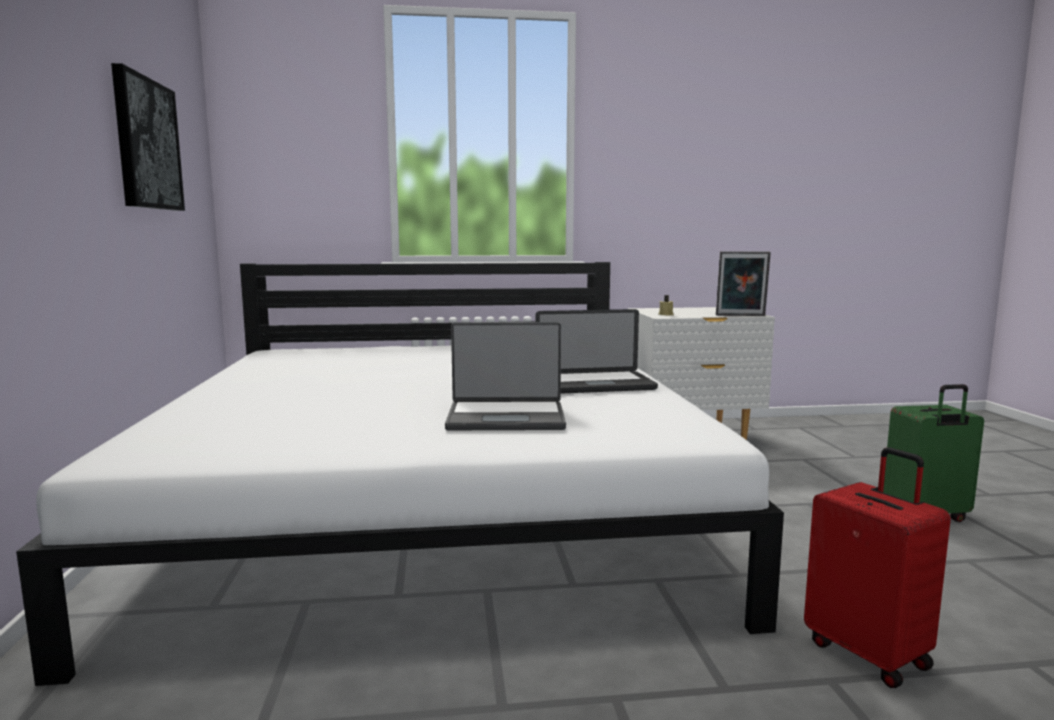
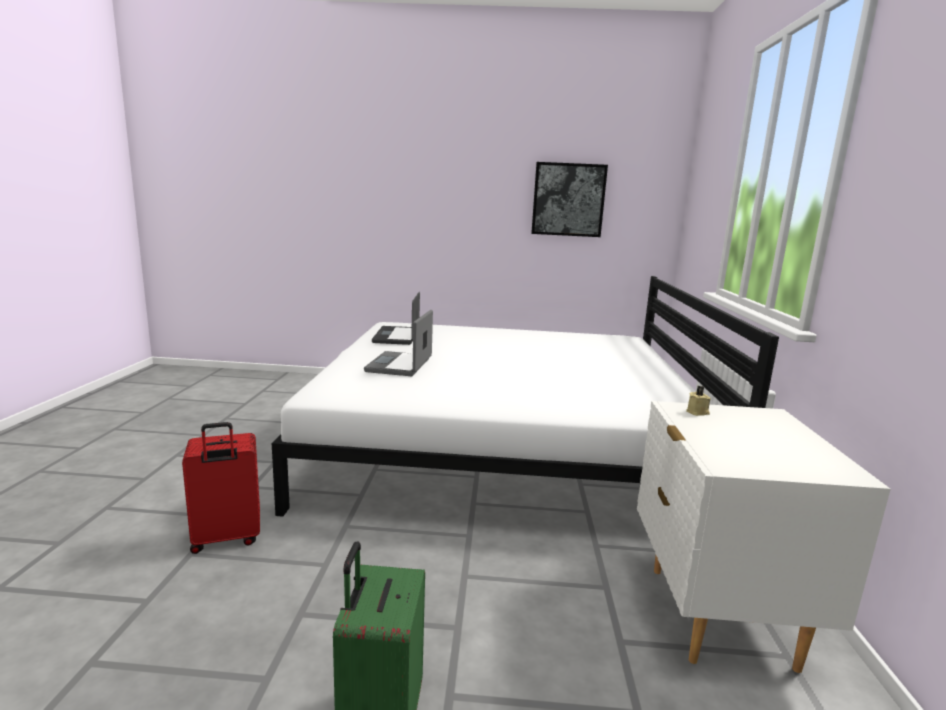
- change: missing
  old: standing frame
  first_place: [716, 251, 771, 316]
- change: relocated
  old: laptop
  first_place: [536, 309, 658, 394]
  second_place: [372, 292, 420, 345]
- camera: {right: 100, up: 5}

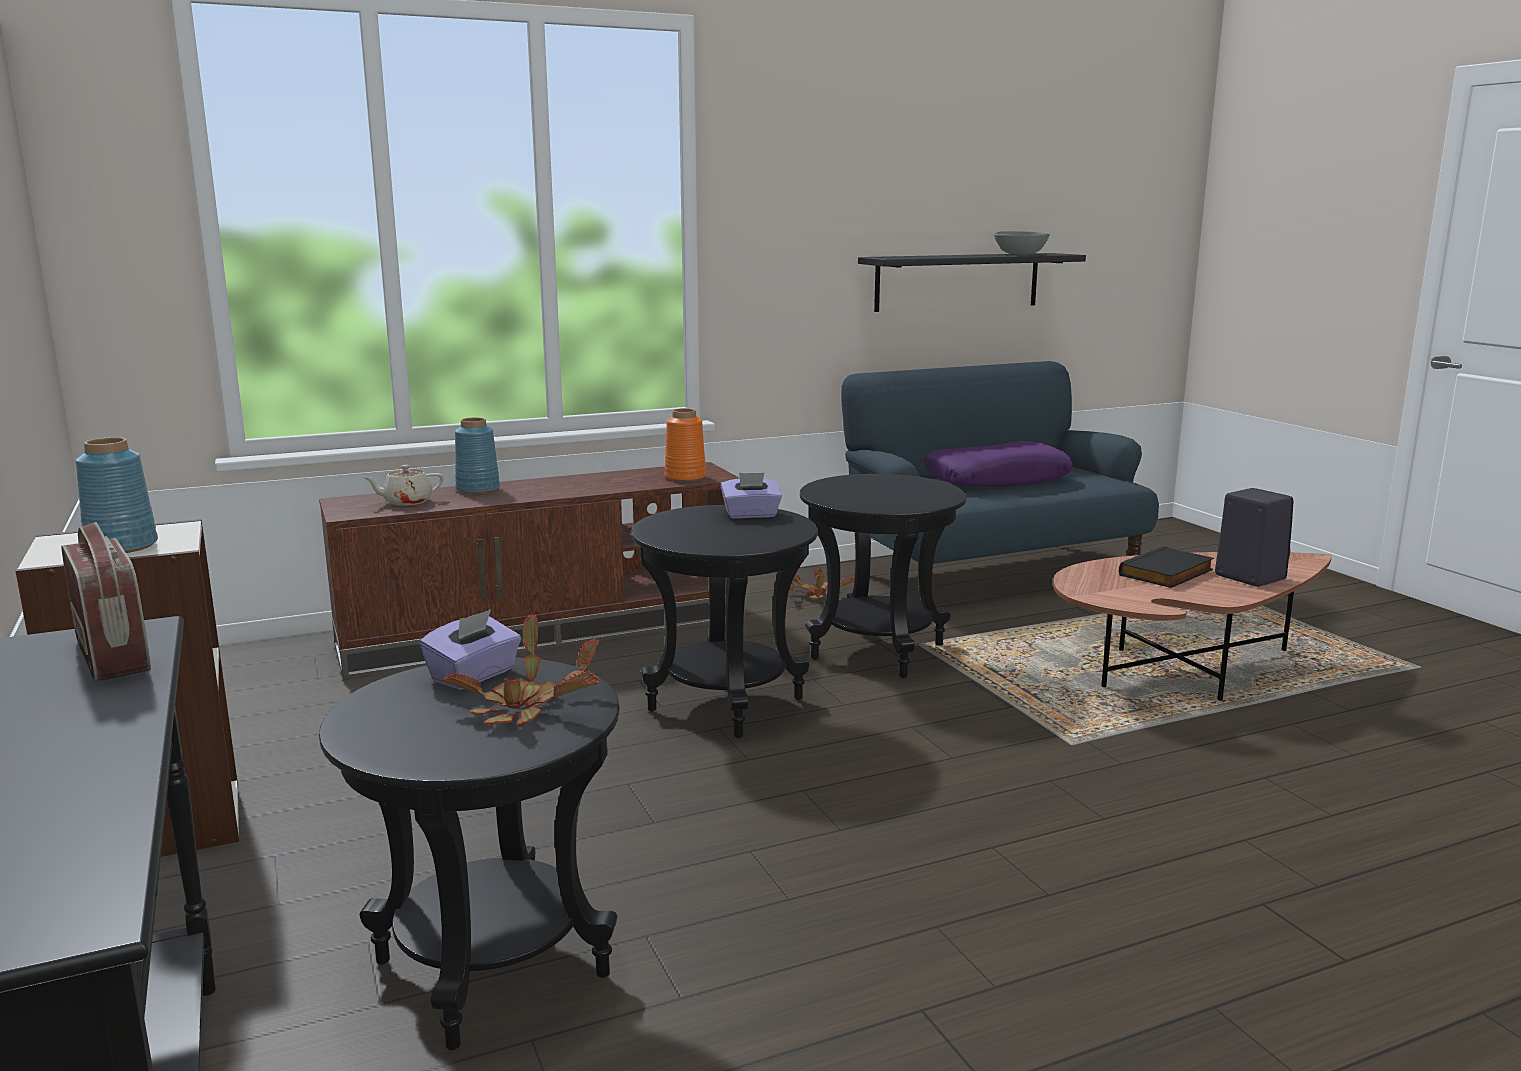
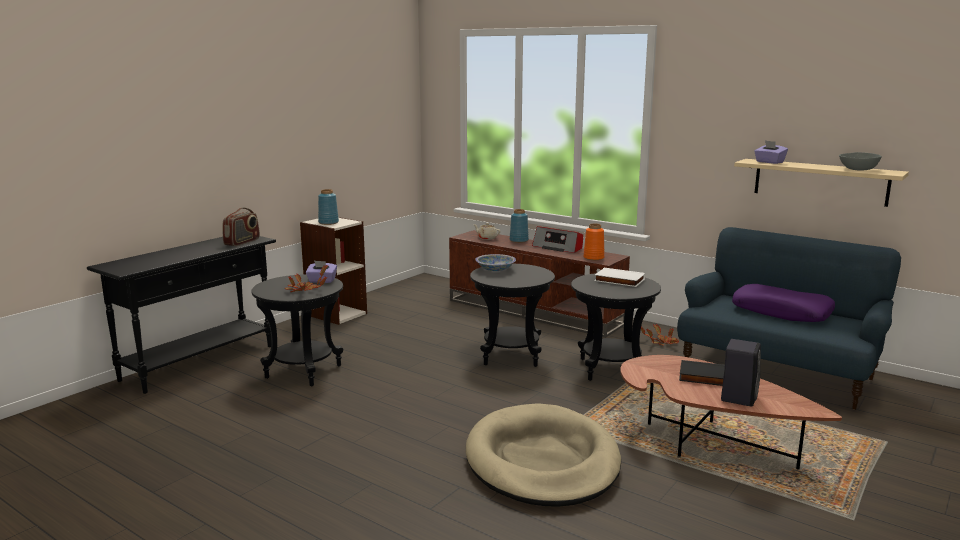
- change: colour
  old: black bracket shelf
  new: beige bracket shelf
  first_place: [858, 253, 1086, 312]
  second_place: [734, 159, 909, 207]
- change: relocated
  old: purplish tissue holder
  first_place: [721, 473, 782, 519]
  second_place: [754, 140, 788, 164]
- change: appeared
  new: radio set
  second_place: [532, 226, 583, 253]
- change: appeared
  new: serving bowl
  second_place: [475, 254, 516, 271]
- change: appeared
  new: white volume
  second_place: [594, 268, 645, 287]
- change: appeared
  new: beige dog cushion
  second_place: [466, 403, 621, 507]
- camera: {right: 60, up: 0}

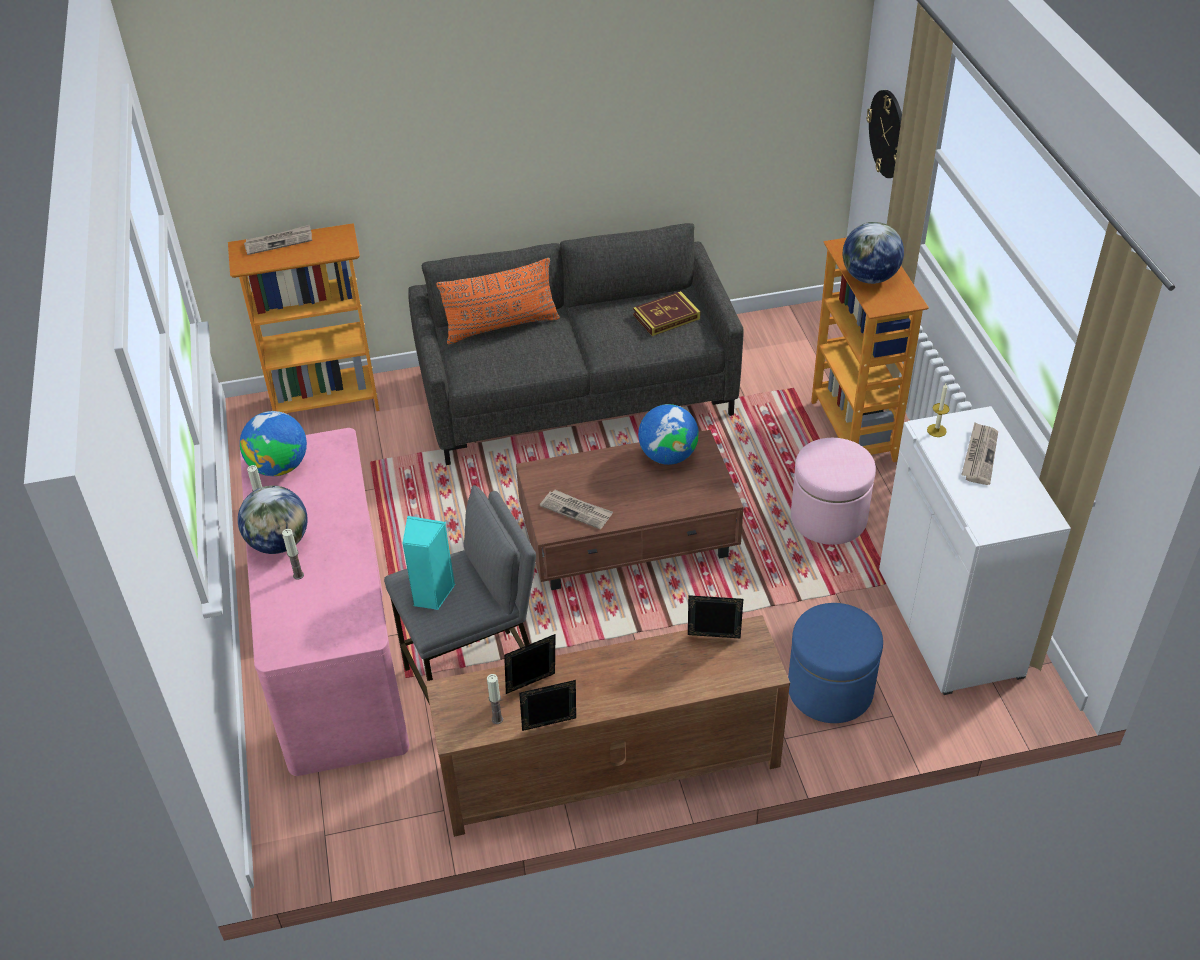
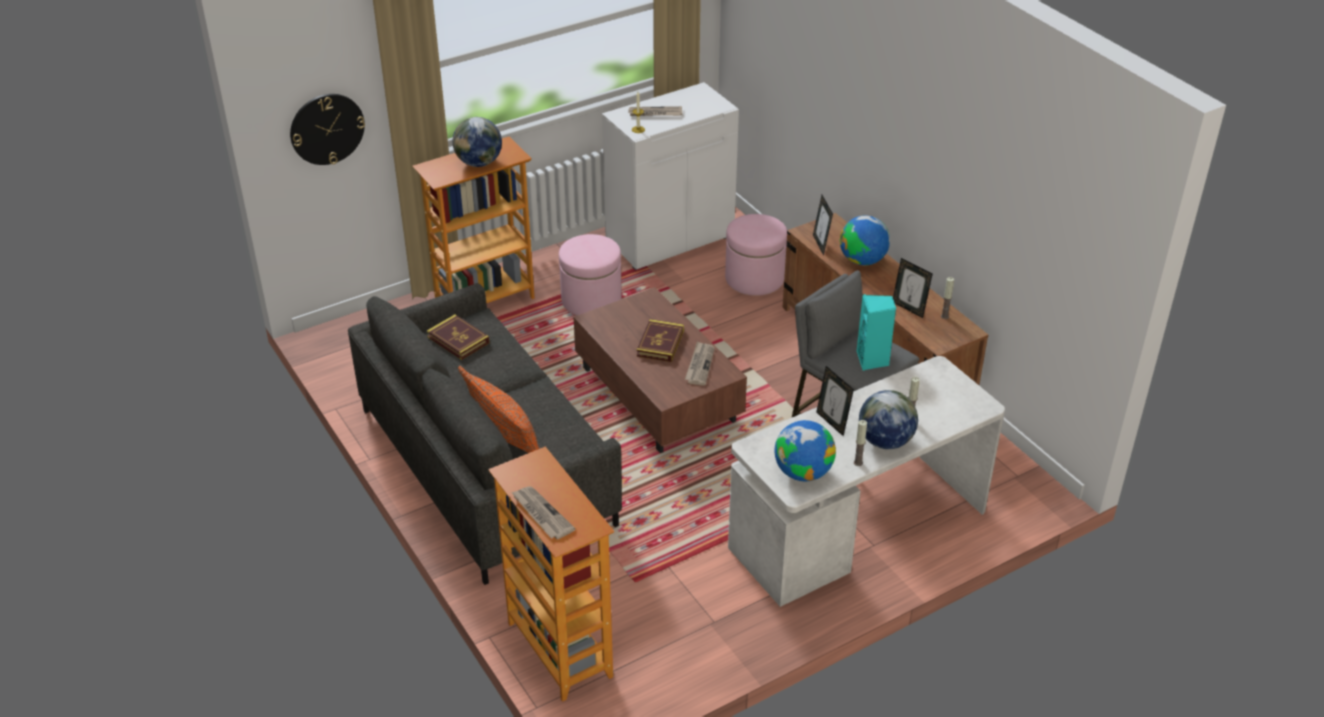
- change: relocated
  old: world globe
  first_place: [638, 404, 699, 465]
  second_place: [840, 216, 890, 265]
- change: colour
  old: pink-coloured desk
  new: white desk
  first_place: [240, 428, 409, 776]
  second_place: [728, 356, 1005, 607]
- change: colour
  old: bluish pouffe
  new: pink-coloured pouffe
  first_place: [788, 603, 883, 723]
  second_place: [725, 214, 787, 296]
- change: relocated
  old: standing frame
  first_place: [519, 680, 576, 731]
  second_place: [816, 366, 854, 436]
- change: appeared
  new: volume
  second_place: [637, 319, 684, 362]
- camera: {right: -110, up: -5}

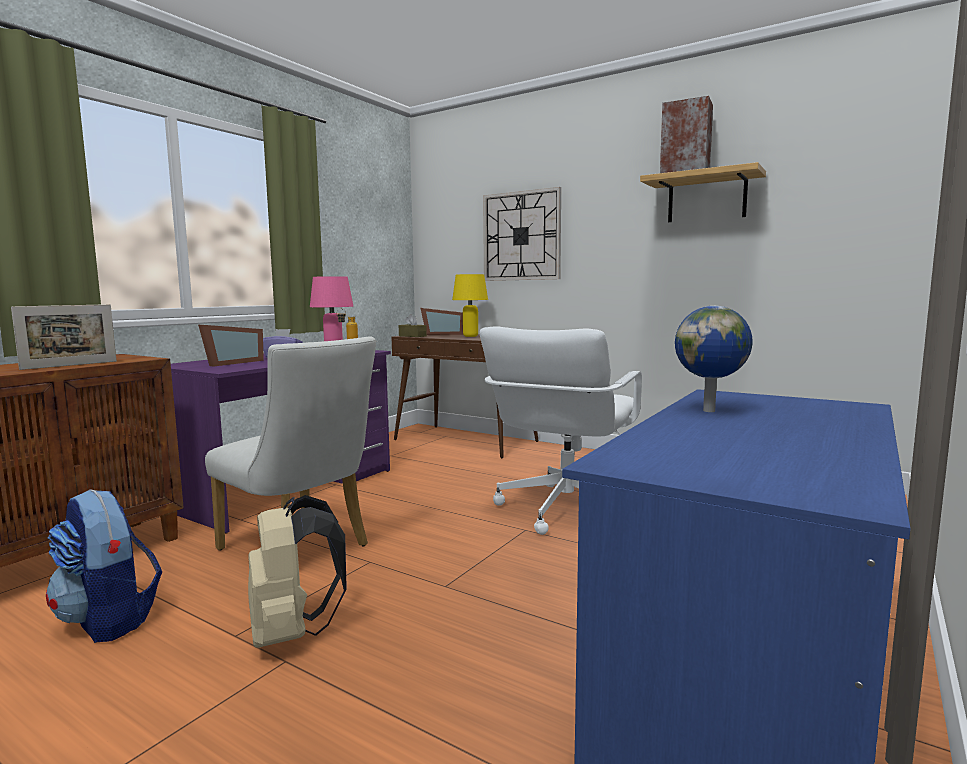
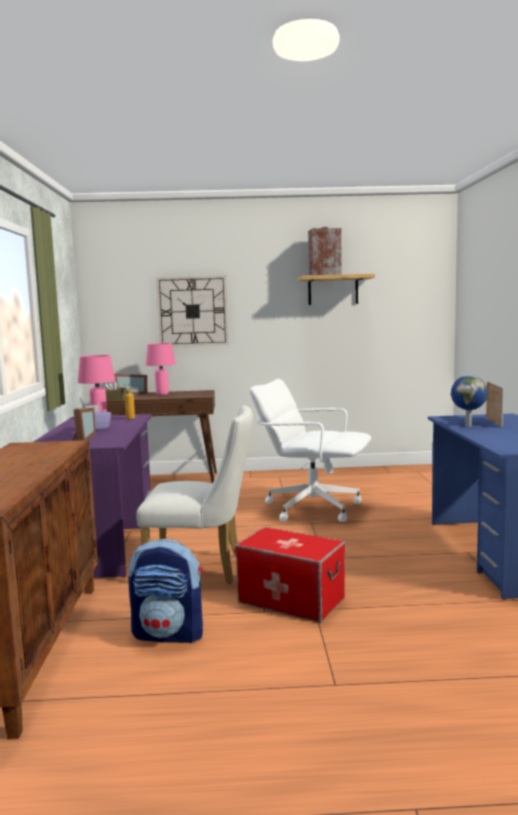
- change: colour
  old: yellowish tabletop lamp
  new: pink-coloured tabletop lamp
  first_place: [452, 274, 488, 337]
  second_place: [146, 343, 176, 395]
- change: relocated
  old: standing frame
  first_place: [11, 304, 117, 370]
  second_place: [486, 381, 504, 427]
- change: spun
  old: white computer chair
  first_place: [480, 326, 642, 535]
  second_place: [250, 379, 371, 522]
  degrees: 120
- change: exchanged
  old: beige backpack
  new: storage container
  first_place: [248, 495, 347, 648]
  second_place: [235, 527, 345, 623]
- camera: {right: -35, up: 0}

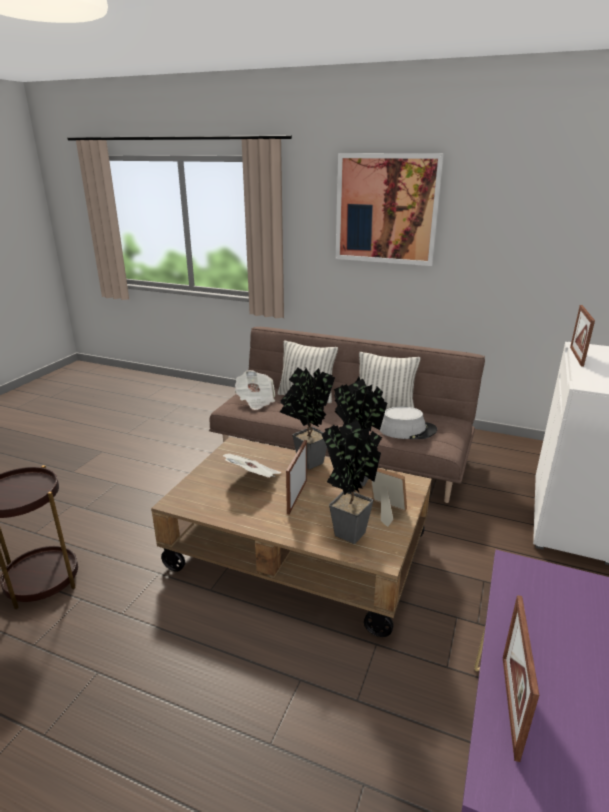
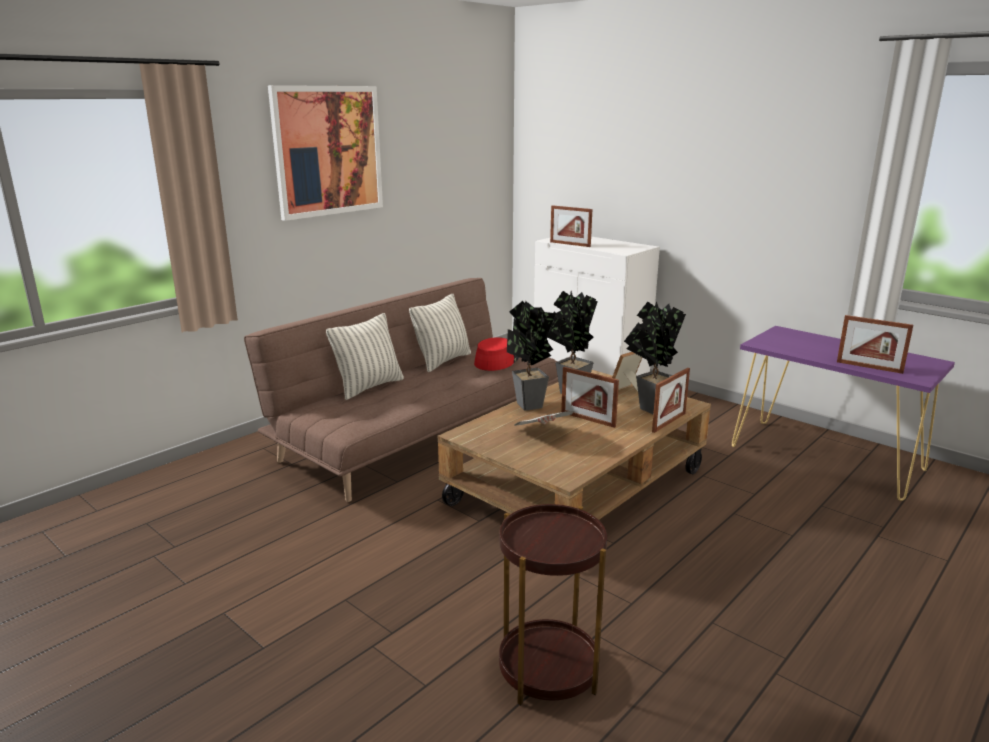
- change: missing
  old: newspaper
  first_place: [235, 370, 275, 410]
- change: colour
  old: greyish wearable hat
  new: reddish wearable hat
  first_place: [380, 406, 437, 439]
  second_place: [474, 337, 519, 371]
- change: appeared
  new: standing frame
  second_place: [652, 368, 690, 433]
- camera: {right: -70, up: -5}

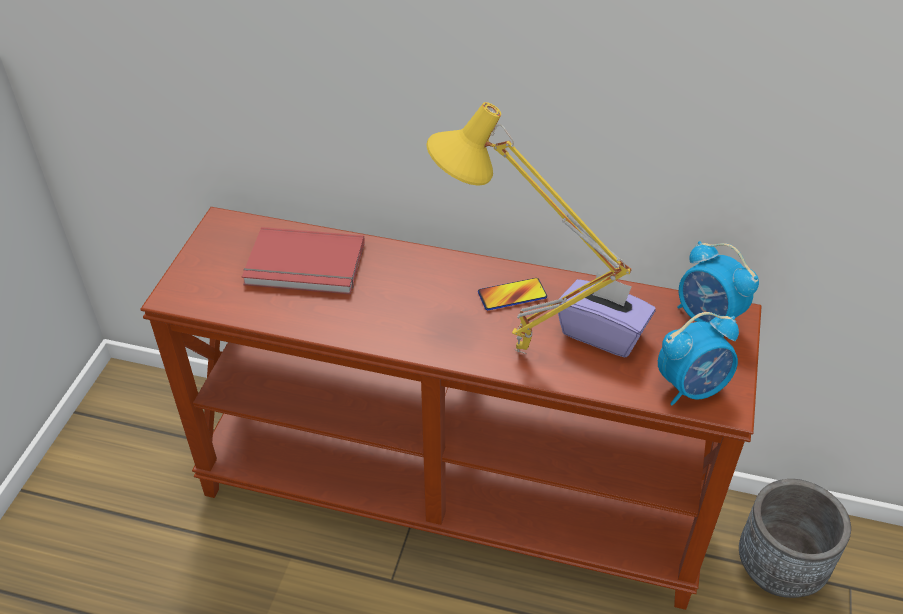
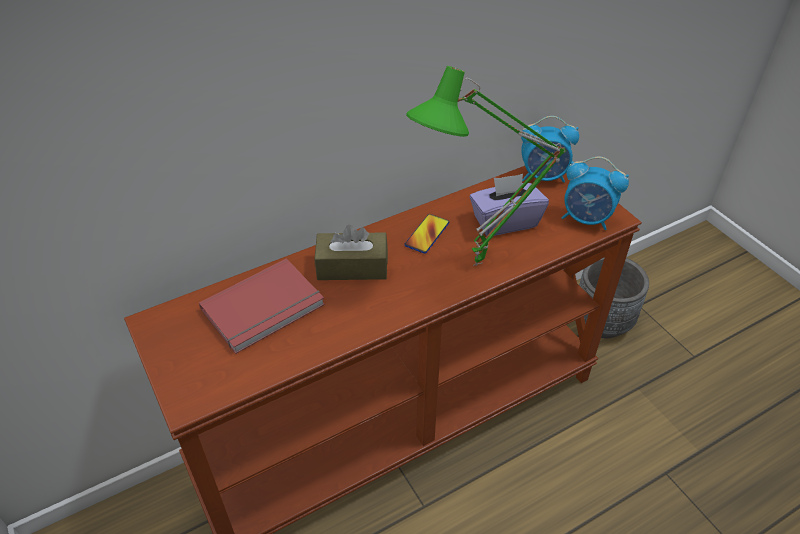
- change: colour
  old: yellowish tabletop lamp
  new: greenish tabletop lamp
  first_place: [427, 102, 632, 354]
  second_place: [406, 66, 566, 266]
- change: spun
  old: alarm clock
  first_place: [658, 312, 739, 406]
  second_place: [562, 157, 629, 230]
  degrees: 90
- change: appeared
  new: brownish tissue holder
  second_place: [315, 225, 388, 280]
- camera: {right: -45, up: 0}

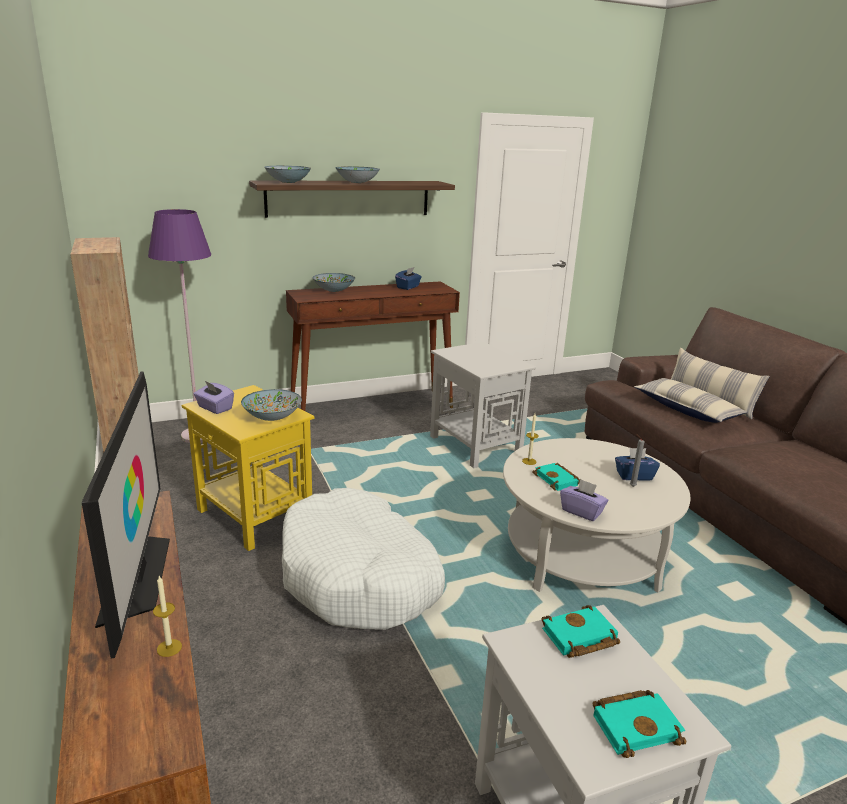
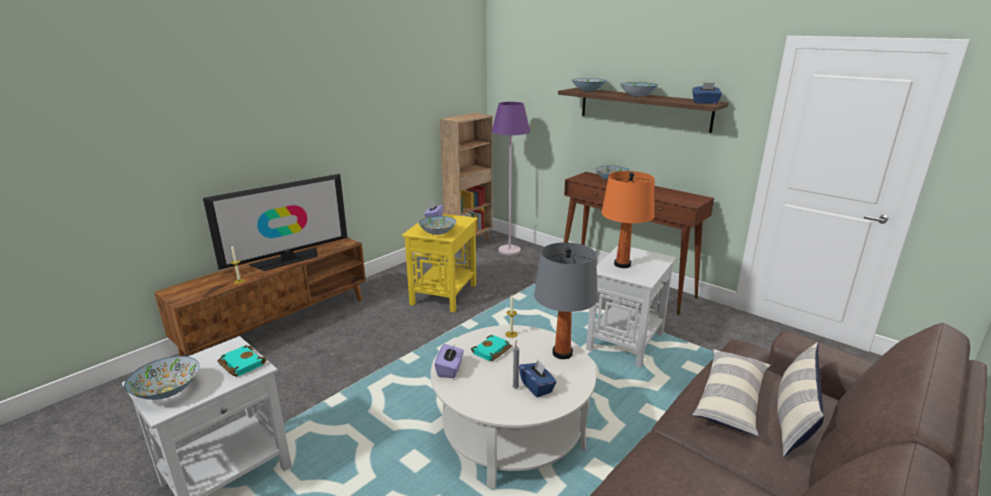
- change: relocated
  old: bluish tissue holder
  first_place: [395, 267, 422, 290]
  second_place: [692, 82, 722, 104]
- change: missing
  old: white dog cushion
  first_place: [282, 488, 445, 630]
- change: exchanged
  old: turquoise volume
  new: serving bowl
  first_place: [593, 690, 686, 758]
  second_place: [124, 356, 200, 400]
- change: appeared
  new: orange-coloured tabletop lamp
  second_place: [601, 171, 654, 268]
- change: appeared
  new: greyish tabletop lamp
  second_place: [534, 242, 598, 359]
- camera: {right: 65, up: 0}

